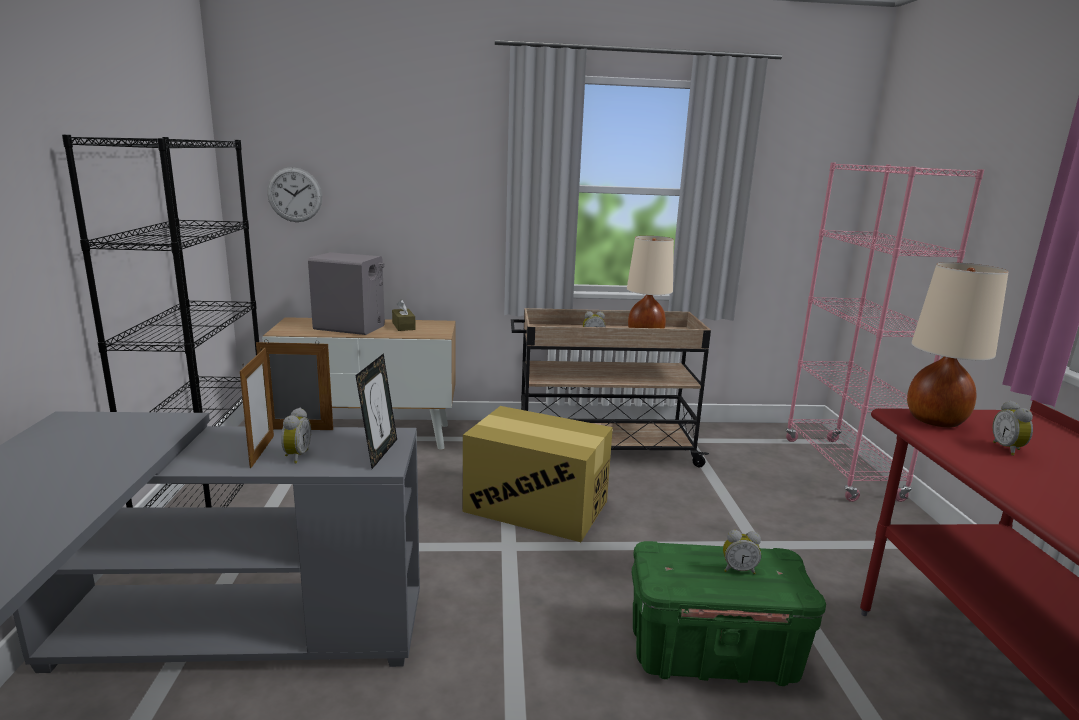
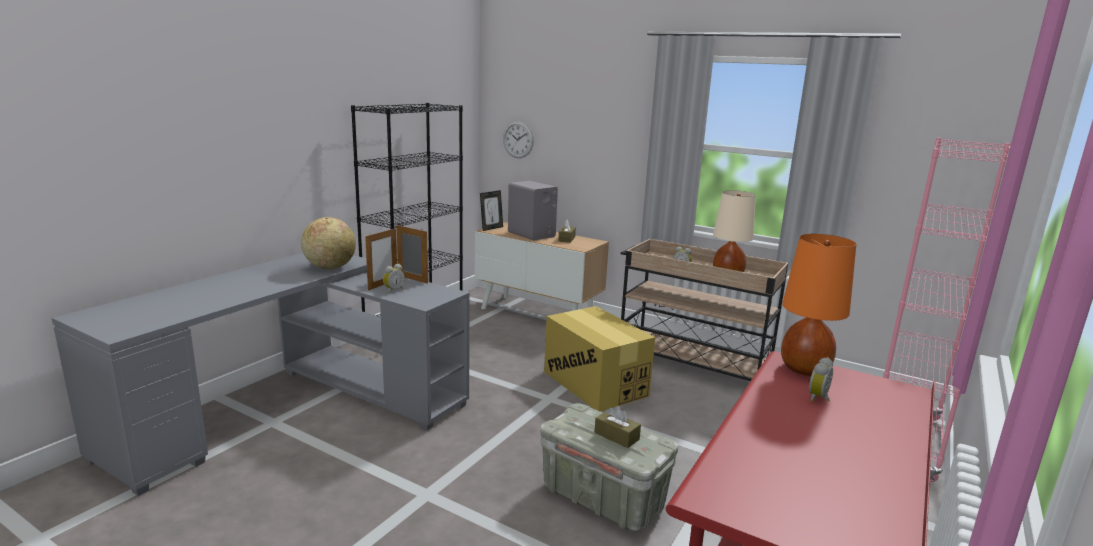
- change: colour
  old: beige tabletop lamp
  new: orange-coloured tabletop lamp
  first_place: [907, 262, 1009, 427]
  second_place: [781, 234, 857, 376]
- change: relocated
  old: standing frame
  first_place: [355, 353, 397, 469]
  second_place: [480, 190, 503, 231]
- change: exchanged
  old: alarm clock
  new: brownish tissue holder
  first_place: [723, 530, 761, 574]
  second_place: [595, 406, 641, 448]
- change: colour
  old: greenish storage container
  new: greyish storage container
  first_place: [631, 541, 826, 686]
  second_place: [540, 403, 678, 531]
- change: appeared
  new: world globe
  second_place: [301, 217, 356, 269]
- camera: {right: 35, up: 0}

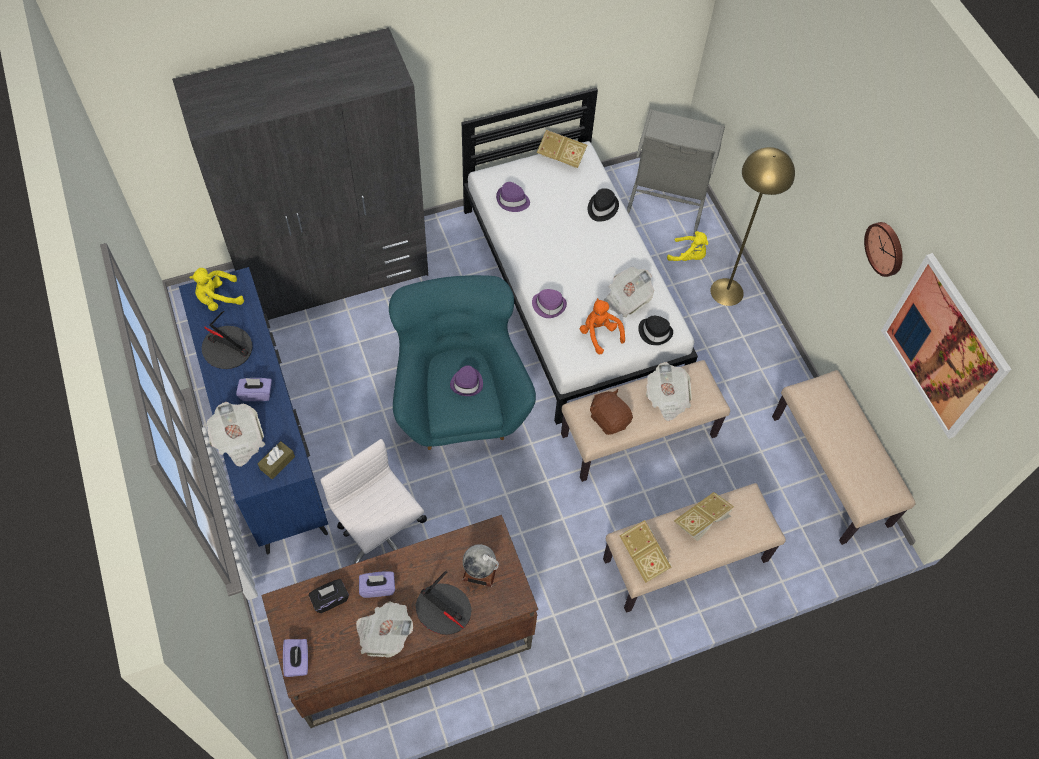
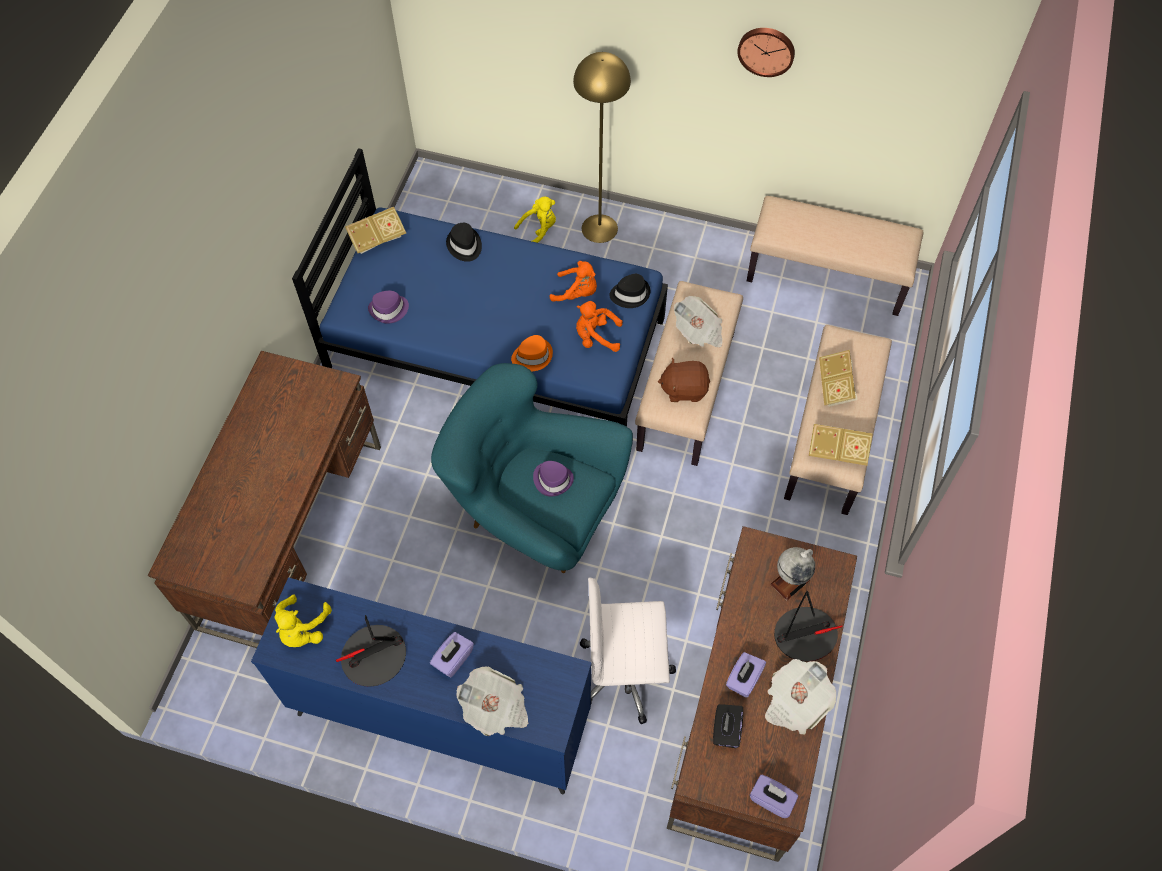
- change: exchanged
  old: greyish armoire
  new: brownish desk
  first_place: [172, 27, 428, 320]
  second_place: [148, 351, 381, 648]
- change: colour
  old: white bedroom bed
  new: bluish bedroom bed
  first_place: [462, 87, 698, 425]
  second_place: [292, 148, 668, 427]
- change: missing
  old: greyish laundry basket
  first_place: [627, 109, 725, 237]
- change: missing
  old: wall art
  first_place: [881, 253, 1011, 439]
- change: exchanged
  old: newspaper
  new: orange-coloured plush toy
  first_place: [603, 267, 654, 318]
  second_place: [550, 261, 597, 302]
- change: colour
  old: purplish wearable hat
  new: orange-coloured wearable hat
  first_place: [532, 289, 567, 318]
  second_place: [511, 335, 553, 371]
- change: missing
  old: brownish tissue holder
  first_place: [258, 441, 295, 479]
- camera: {right: -50, up: 0}

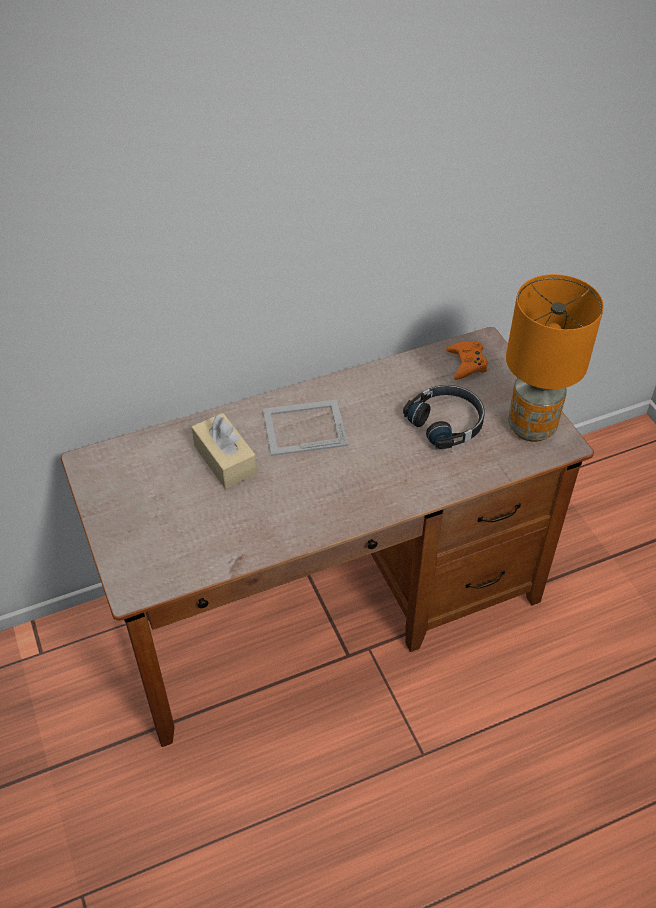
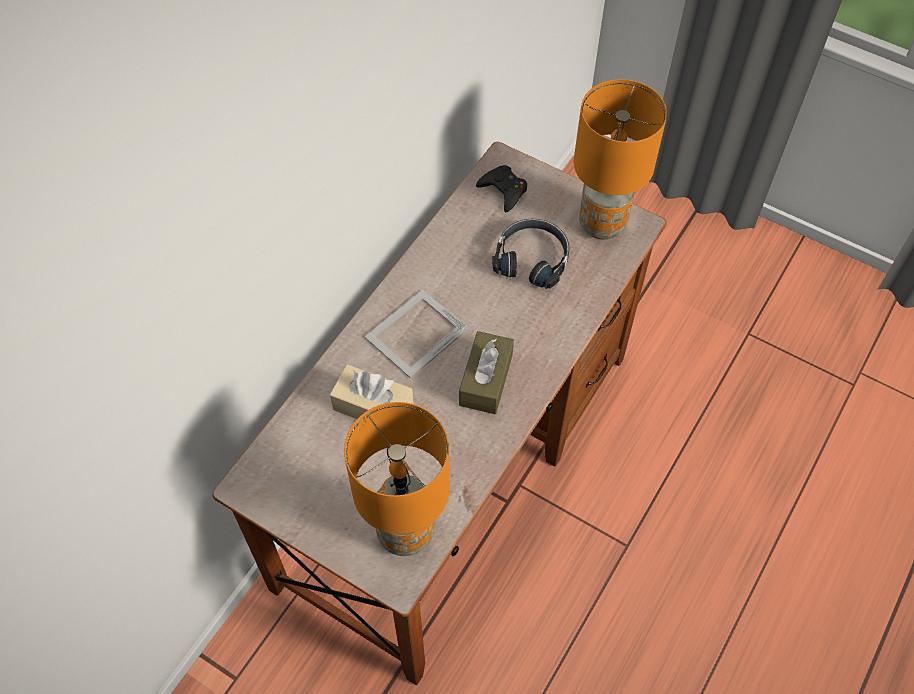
- change: colour
  old: orange-coloured gamepad
  new: black gamepad
  first_place: [446, 341, 488, 380]
  second_place: [476, 165, 527, 212]
- change: appeared
  new: brownish tissue holder
  second_place: [459, 331, 514, 414]
- change: appeared
  new: orange-coloured tabletop lamp
  second_place: [344, 402, 450, 556]
- camera: {right: -35, up: 10}

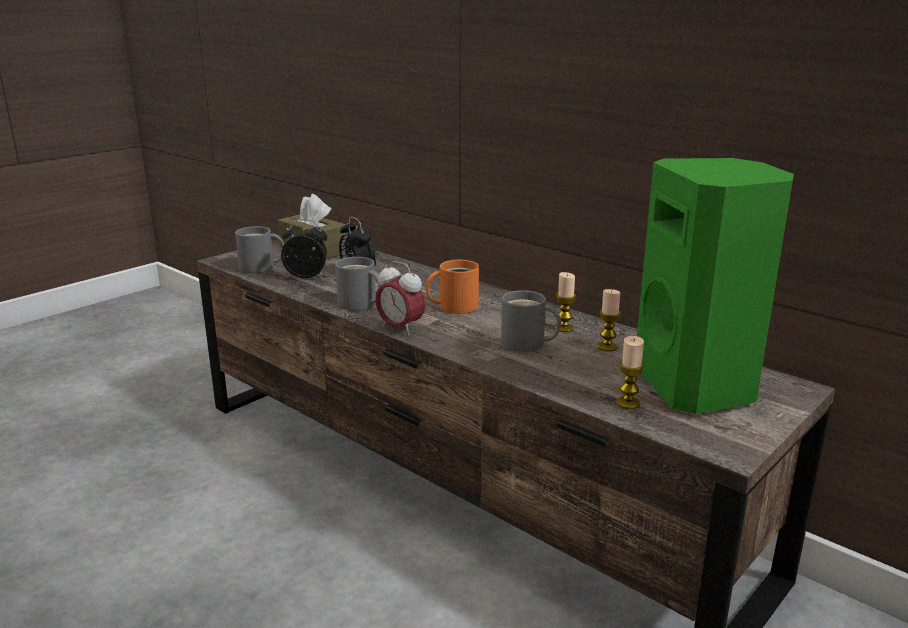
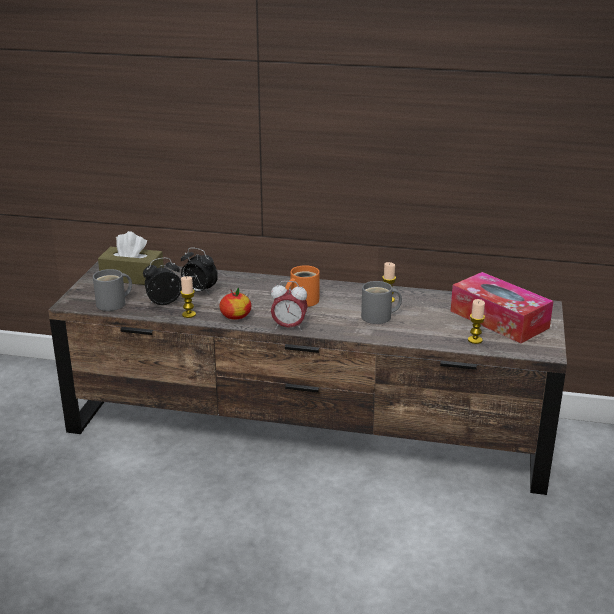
- change: exchanged
  old: greenish loudspeaker
  new: tissue holder
  first_place: [637, 158, 794, 414]
  second_place: [451, 272, 553, 344]
- change: exchanged
  old: greyish mug
  new: whole apple
  first_place: [335, 257, 383, 310]
  second_place: [219, 288, 252, 319]
- change: relocated
  old: wax light
  first_place: [597, 289, 621, 351]
  second_place: [180, 276, 196, 318]
- camera: {right: -30, up: 5}

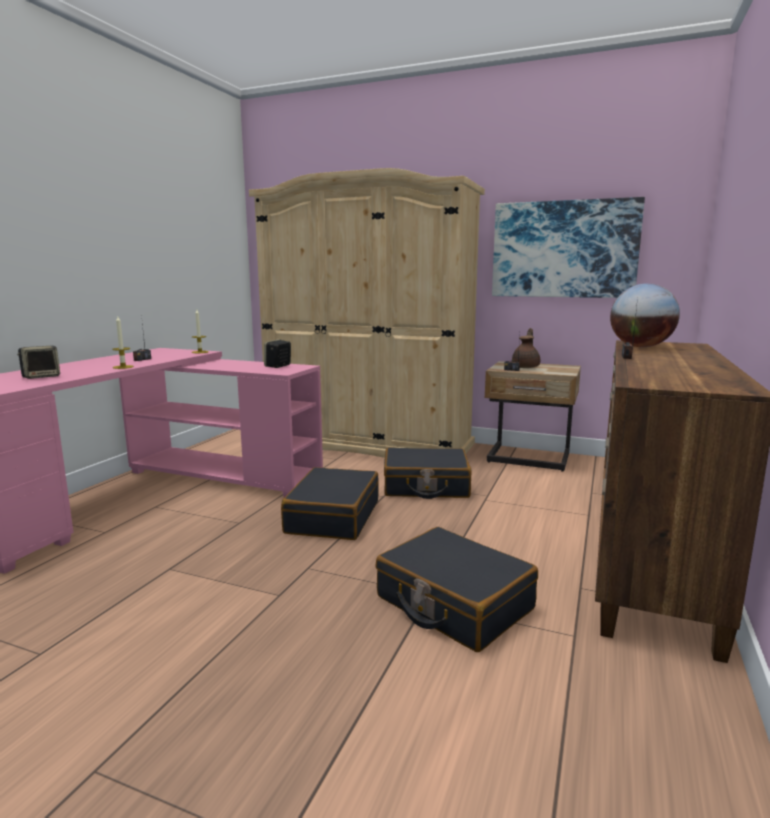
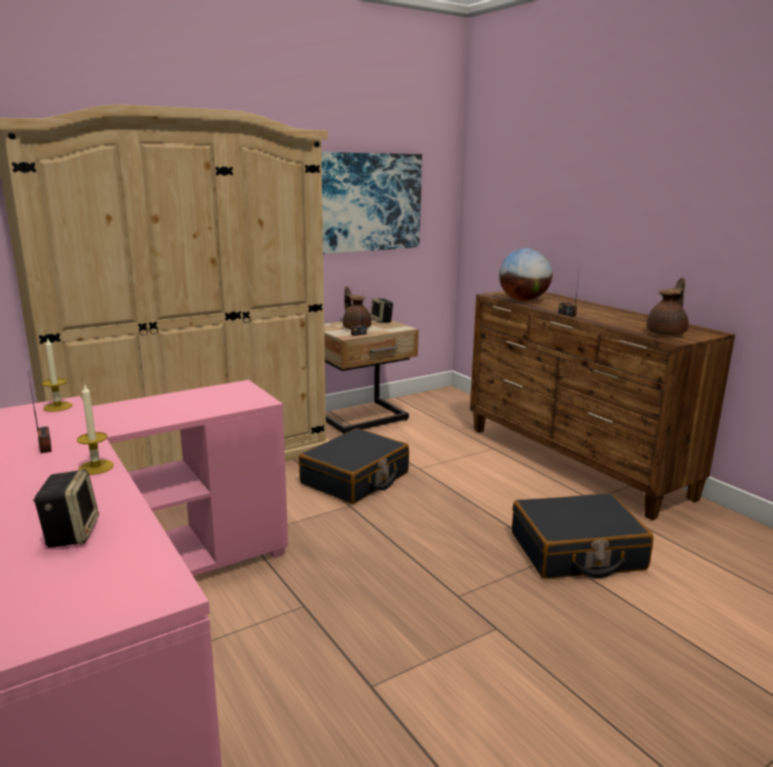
- change: relocated
  old: loudspeaker
  first_place: [264, 339, 291, 368]
  second_place: [371, 298, 393, 323]
- change: missing
  old: black suitcase
  first_place: [281, 467, 379, 540]
- change: appeared
  new: brownish teapot
  second_place: [646, 277, 689, 335]
- camera: {right: -55, up: 5}

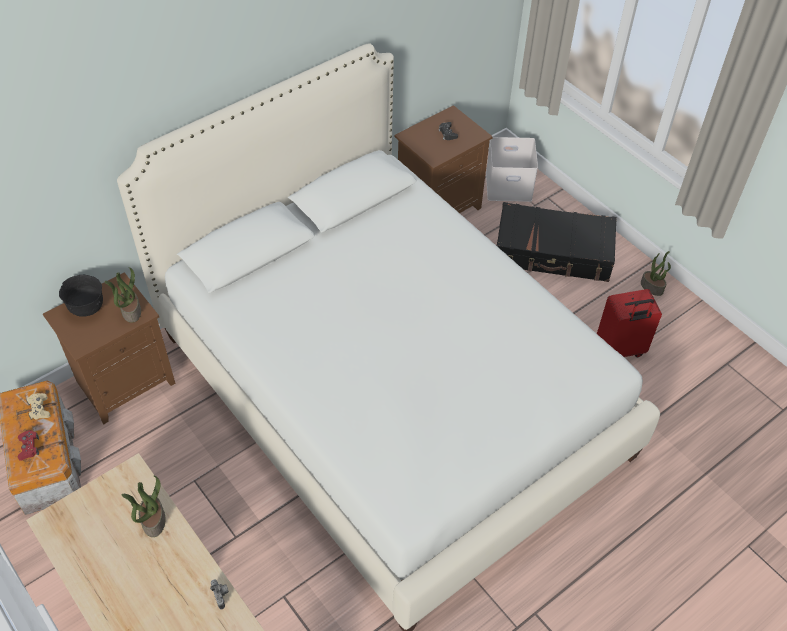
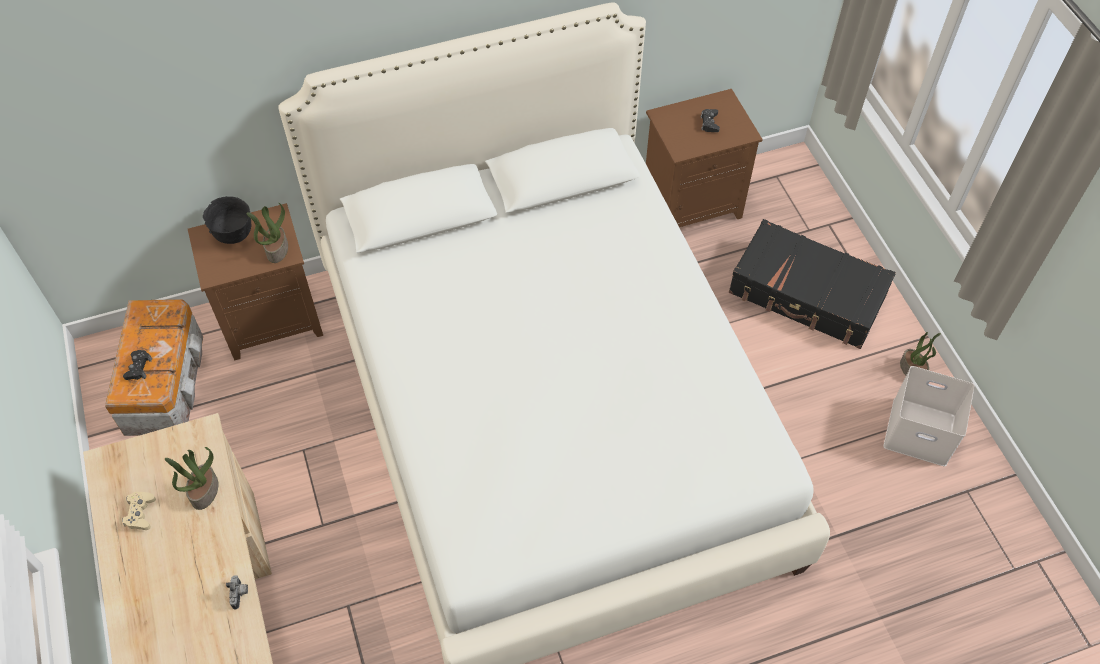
- change: relocated
  old: white storage container
  first_place: [486, 137, 538, 202]
  second_place: [883, 366, 974, 467]
- change: missing
  old: reddish suitcase
  first_place: [597, 289, 662, 357]
- change: relocated
  old: beige gamepad
  first_place: [26, 393, 51, 420]
  second_place: [122, 492, 156, 530]
- change: colour
  old: reddish gamepad
  new: black gamepad
  first_place: [18, 430, 39, 461]
  second_place: [123, 350, 152, 380]
- camera: {right: 20, up: 5}

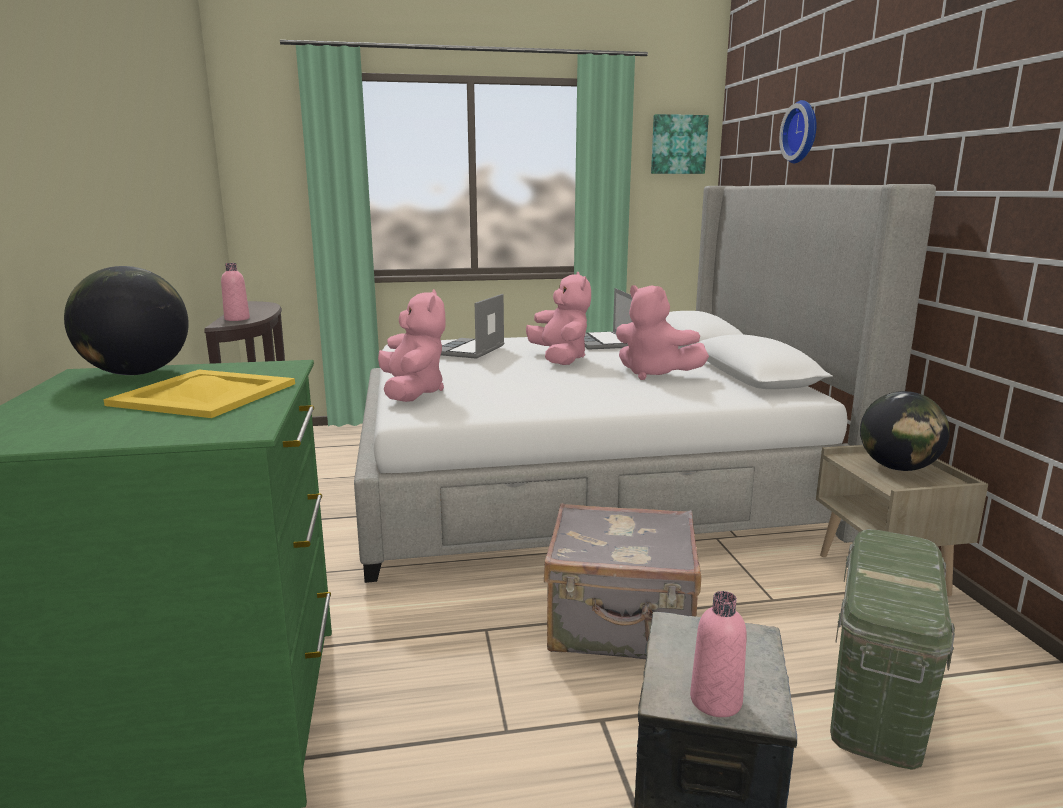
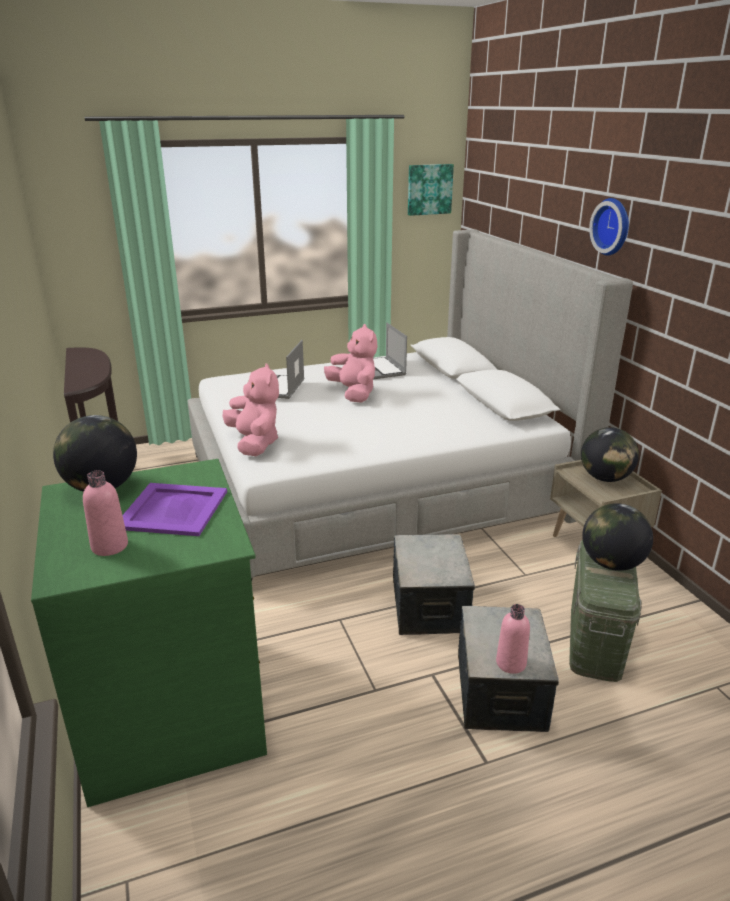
- change: relocated
  old: wall clock
  first_place: [779, 100, 817, 163]
  second_place: [589, 198, 629, 256]
- change: relocated
  old: pink-coloured drink bottle
  first_place: [221, 263, 250, 321]
  second_place: [83, 470, 128, 556]
- change: missing
  old: pink-coloured plush toy
  first_place: [616, 285, 709, 380]
- change: colour
  old: yellowish tray
  new: purplish tray
  first_place: [103, 370, 295, 418]
  second_place: [122, 483, 227, 536]
- change: exchanged
  old: greyish suitcase
  new: storage container
  first_place: [544, 503, 701, 659]
  second_place: [393, 534, 475, 635]
- change: appeared
  new: world globe
  second_place: [582, 503, 653, 571]
- camera: {right: -10, up: 10}

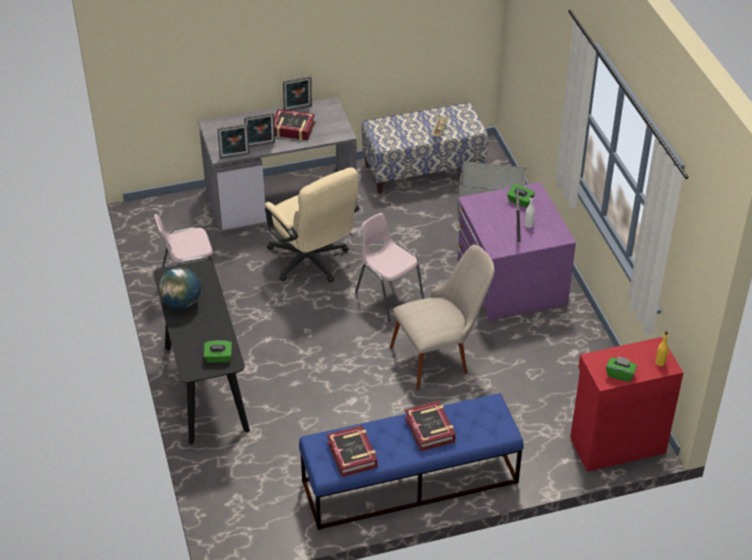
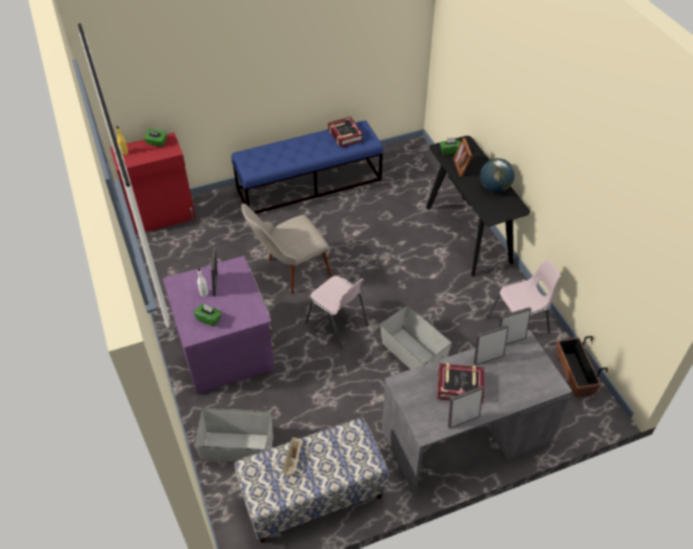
- change: exchanged
  old: beige computer chair
  new: greyish storage container
  first_place: [265, 167, 359, 283]
  second_place: [380, 305, 452, 369]
- change: missing
  old: volume
  first_place: [405, 401, 456, 451]
- change: appeared
  new: standing frame
  second_place: [454, 138, 472, 177]
- change: appeared
  new: planter
  second_place: [557, 336, 608, 397]
- camera: {right: 175, up: 5}

